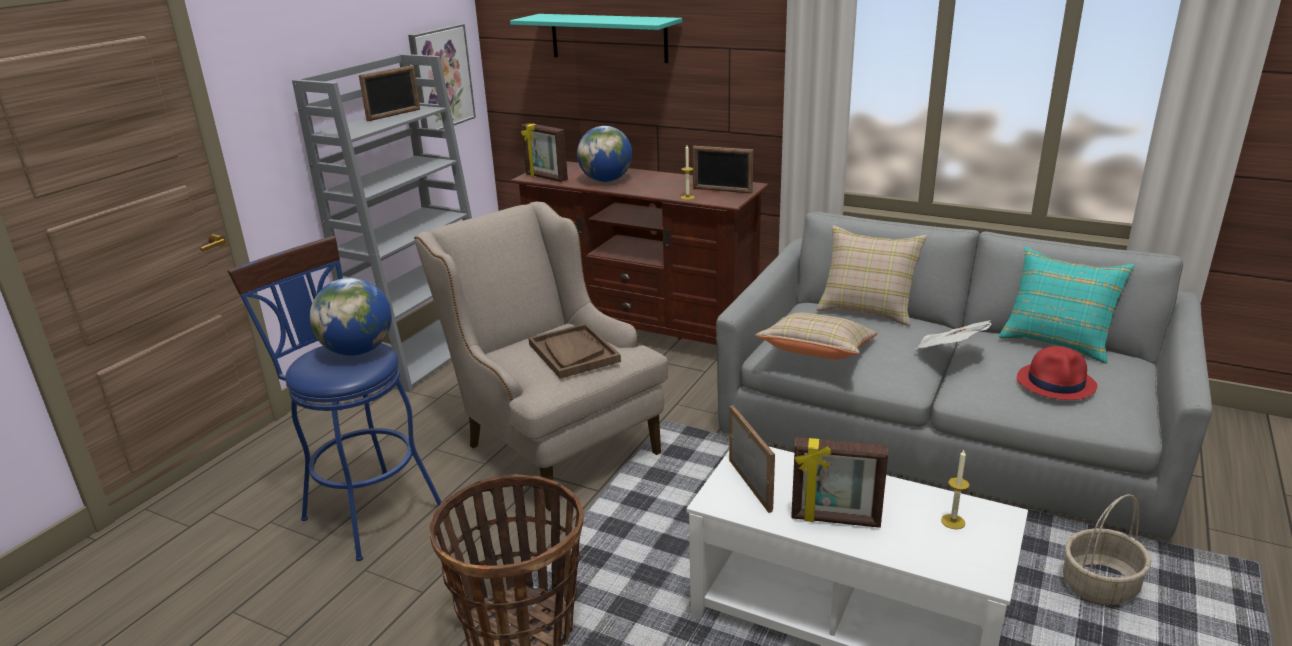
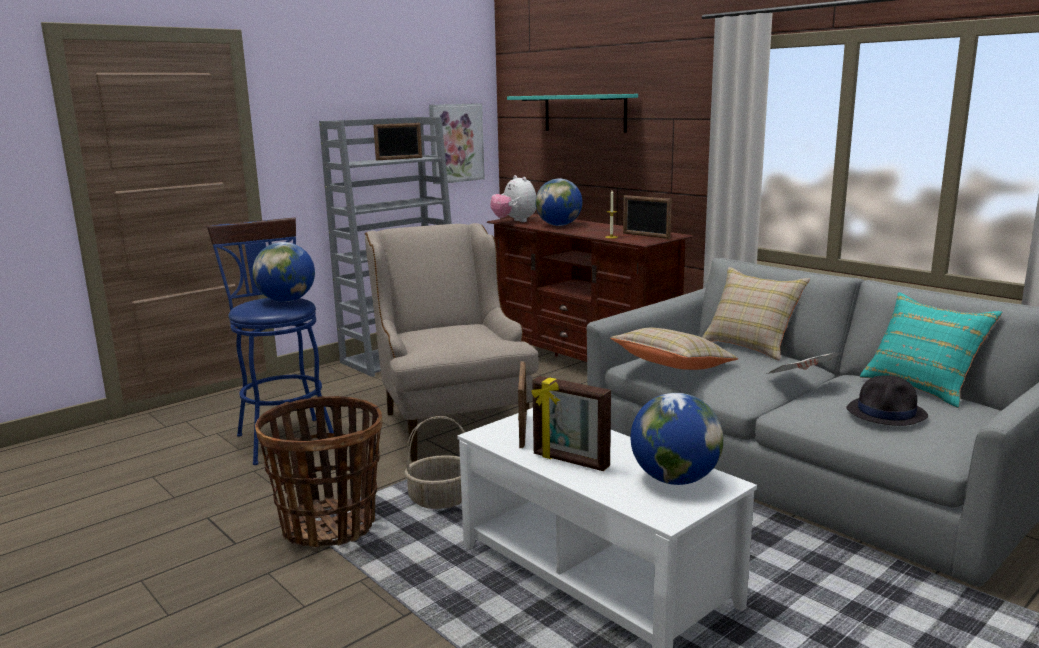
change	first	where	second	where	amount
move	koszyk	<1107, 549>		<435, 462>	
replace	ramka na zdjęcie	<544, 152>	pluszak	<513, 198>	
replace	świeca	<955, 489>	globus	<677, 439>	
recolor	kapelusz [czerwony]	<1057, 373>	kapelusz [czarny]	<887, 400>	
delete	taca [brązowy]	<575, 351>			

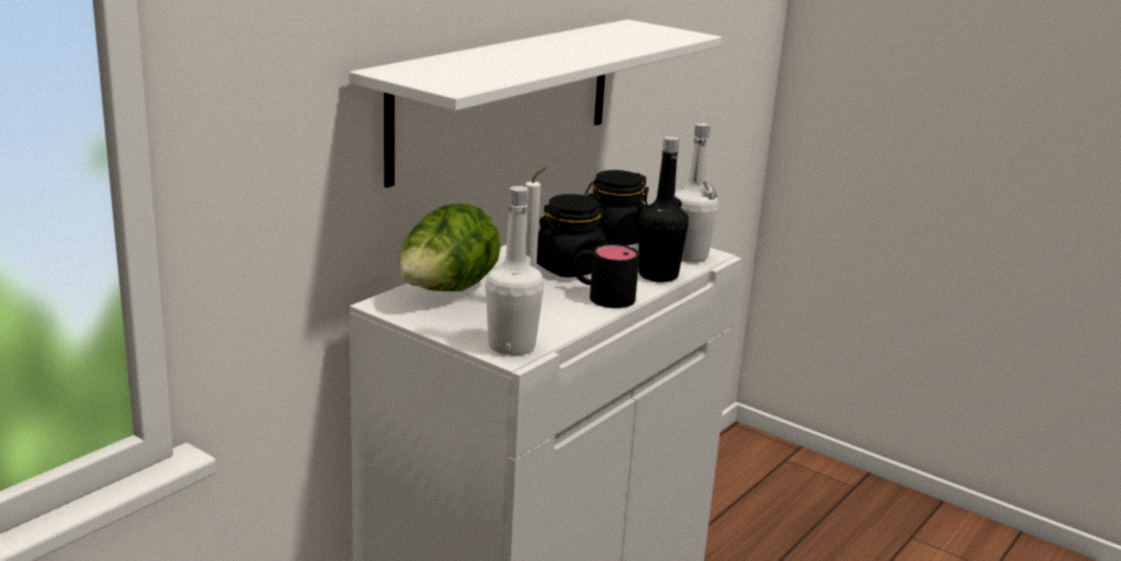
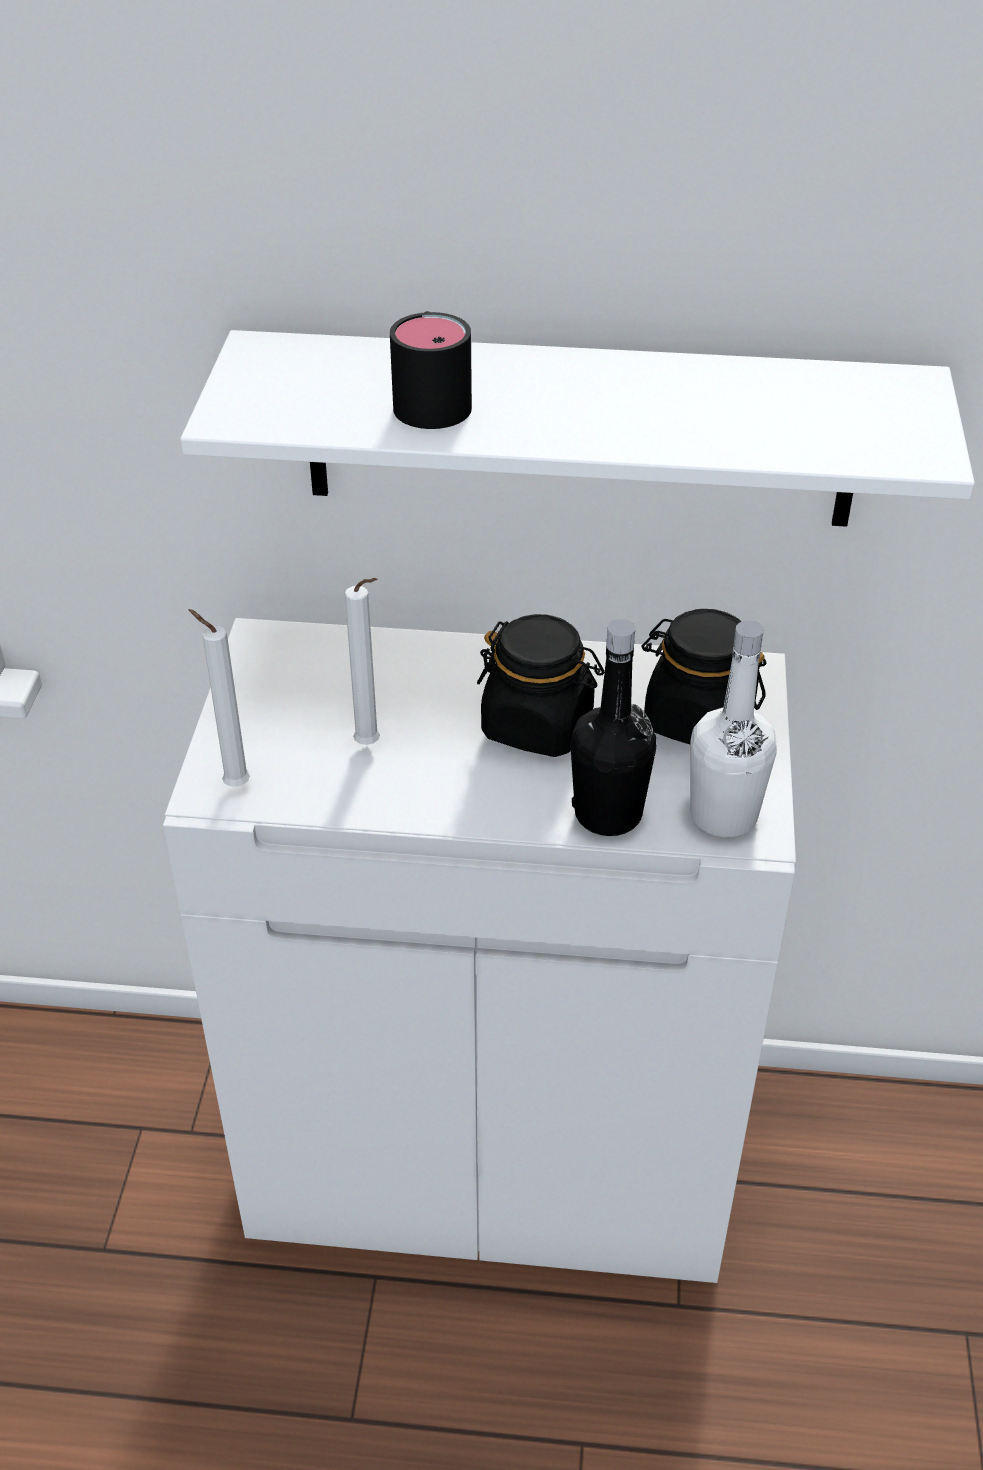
change	first	where	second	where	amount
replace	butelka [biały]	<514, 271>	świeca [biały]	<219, 698>	
move	kubek [czarny]	<606, 276>		<431, 370>	
delete	sałata	<450, 247>			

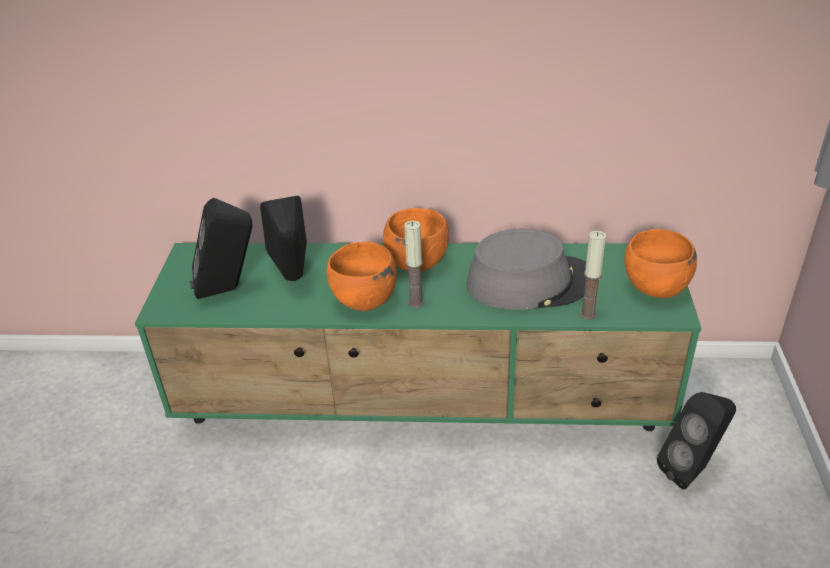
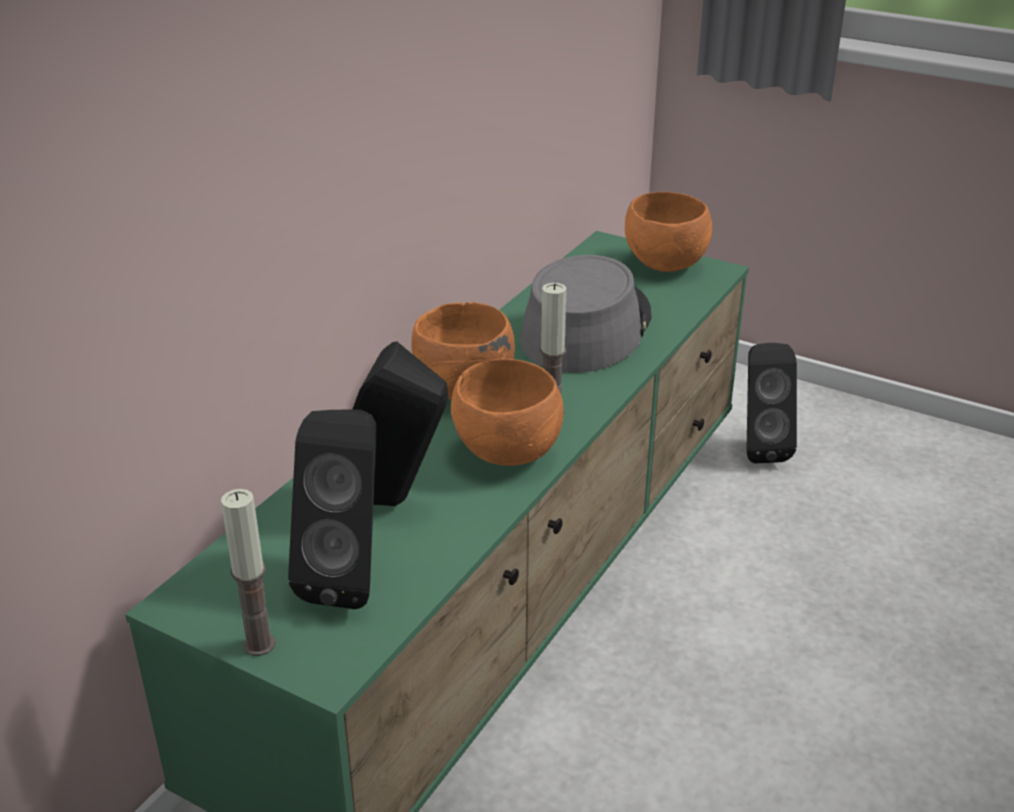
change	first	where	second	where	amount
move	świeca	<593, 275>		<248, 572>	

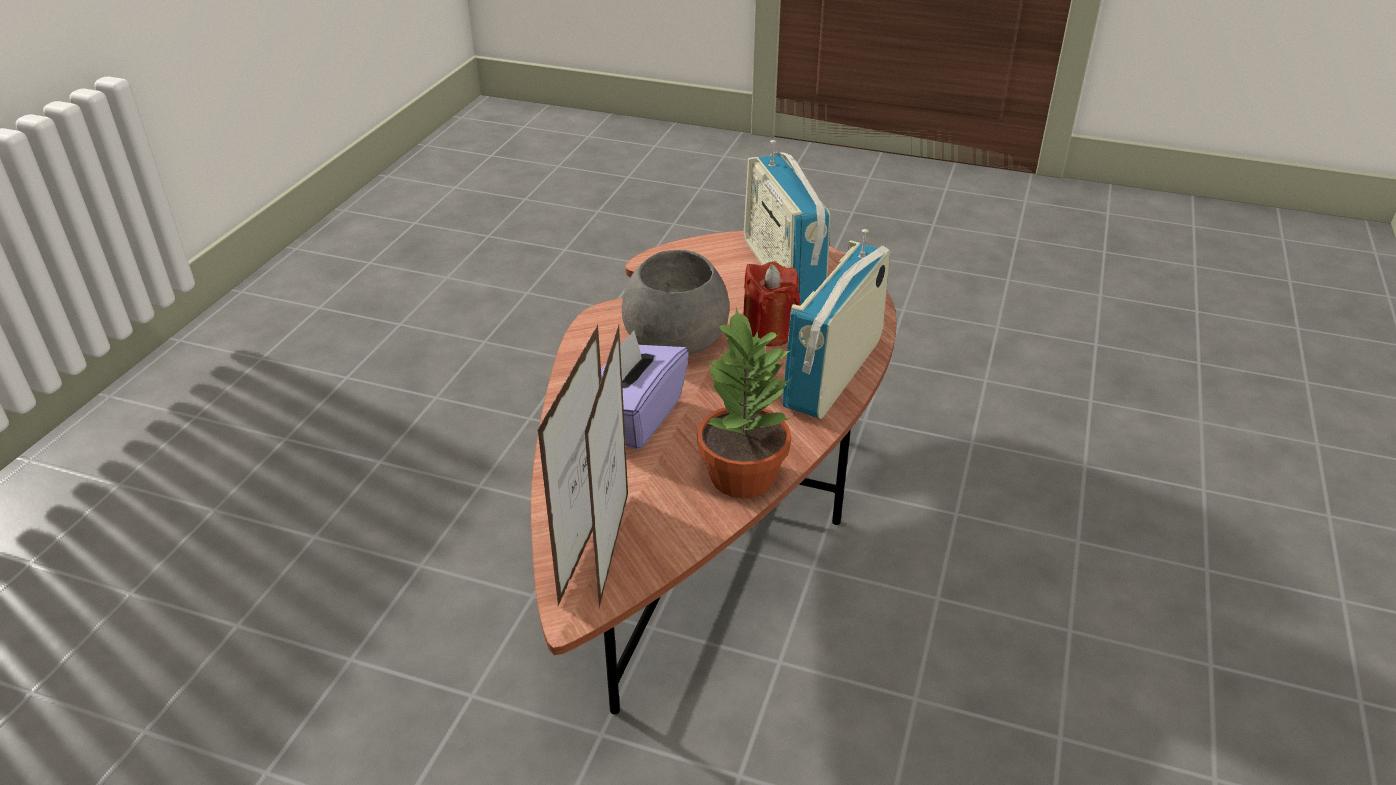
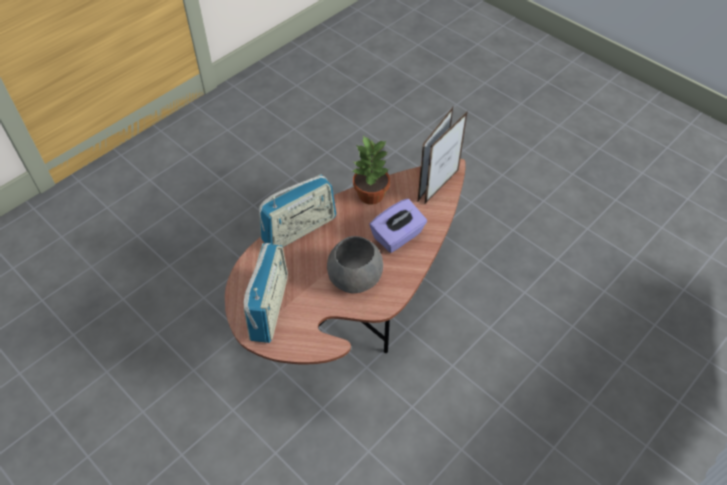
change	first	where	second	where	amount
delete	świeca [czerwony]	<771, 304>			

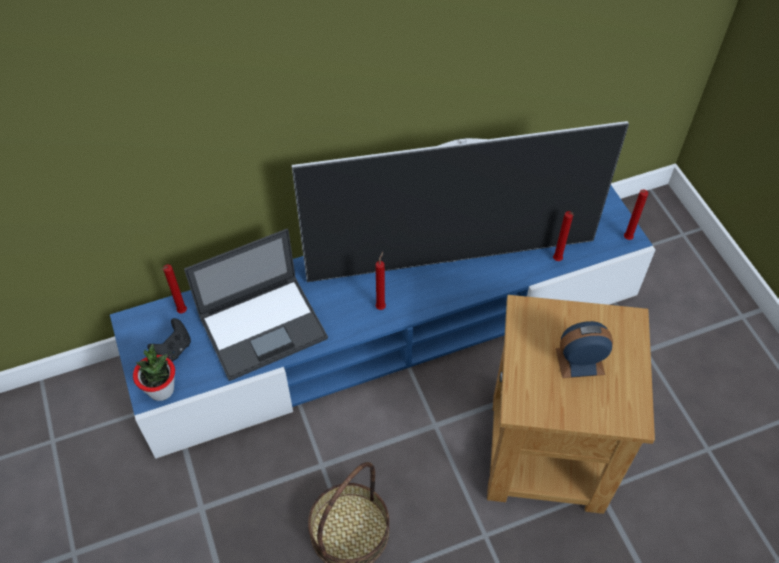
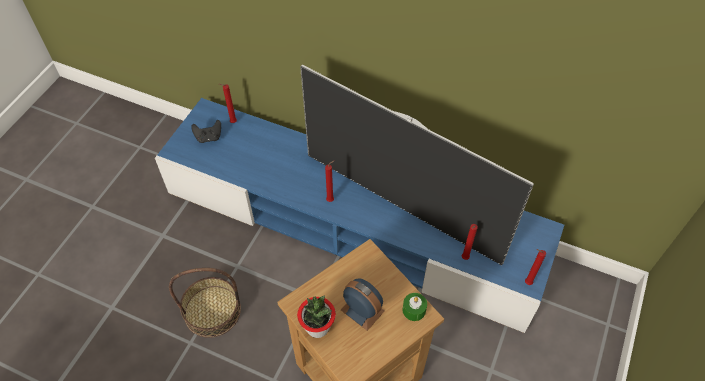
change	first	where	second	where	amount
move	roślina doniczkowa	<154, 372>		<316, 316>	
insert			świeca [zielony]	<415, 307>	
delete	laptop	<256, 305>			

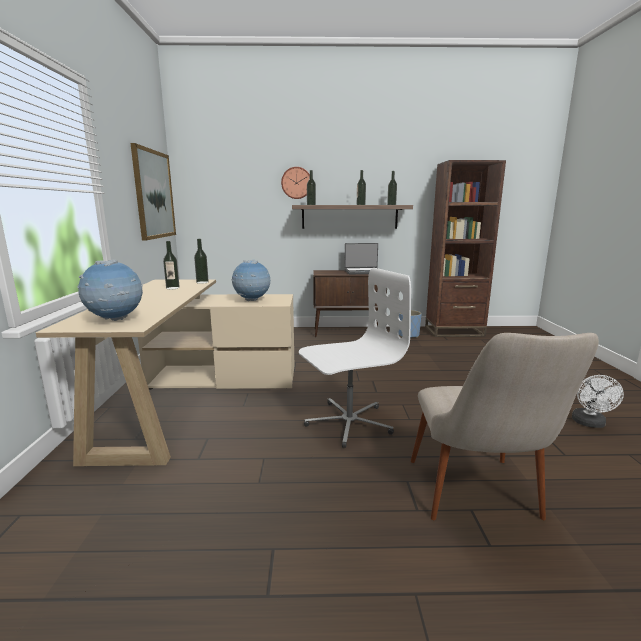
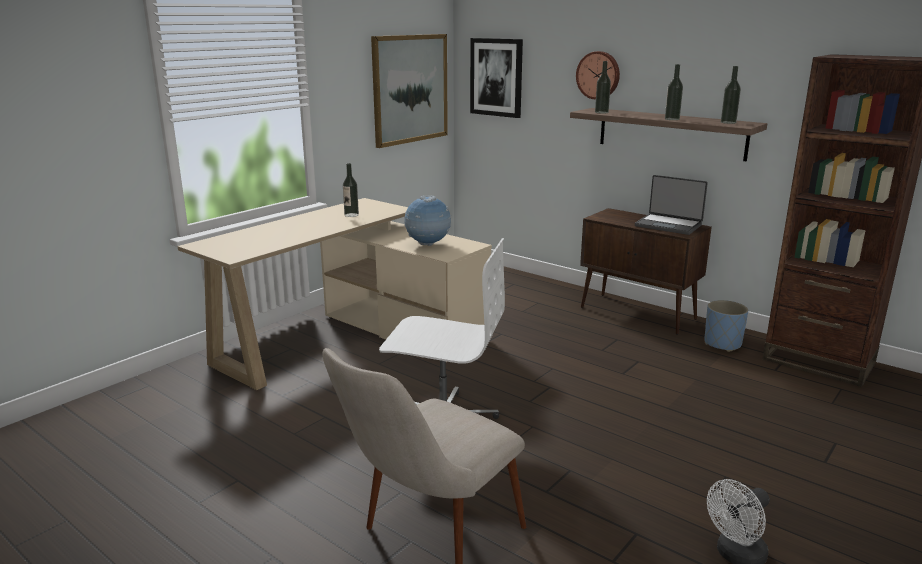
change	first	where	second	where	amount
insert			obraz	<496, 78>	
delete	globus	<110, 290>			
delete	butelka	<201, 261>			

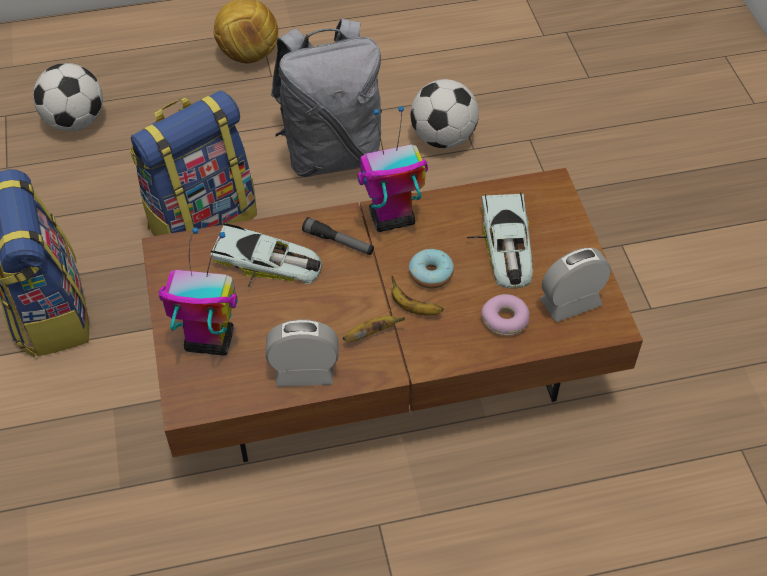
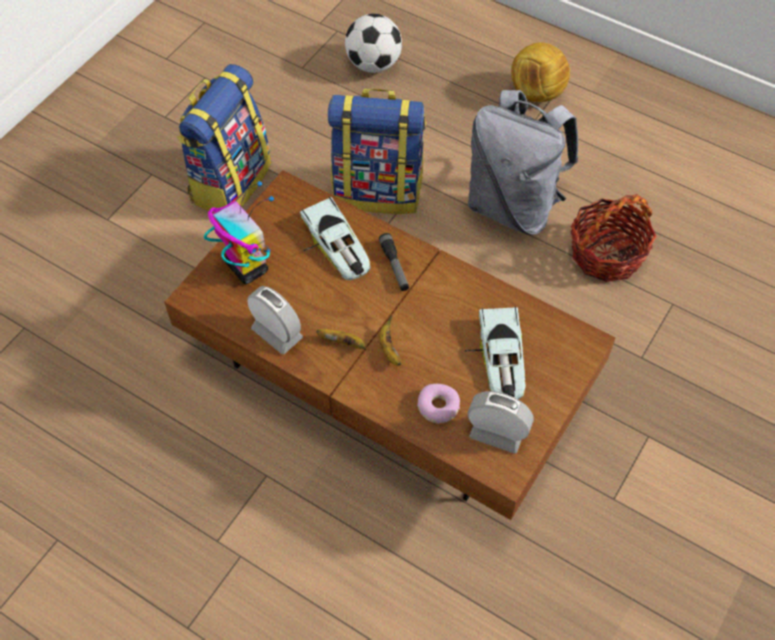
change	first	where	second	where	amount
rotate	samochodzik	<500, 240>		<495, 352>	45 degrees counterclockwise
replace	piłka futbolowa	<444, 113>	koszyk	<614, 238>	
delete	robot zabawkowy	<392, 169>			
delete	donut	<431, 268>			

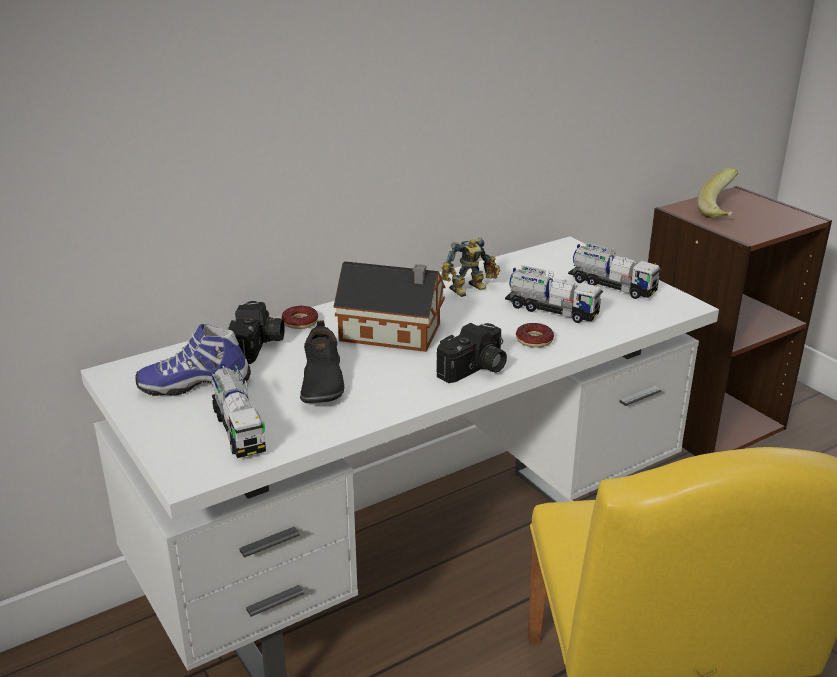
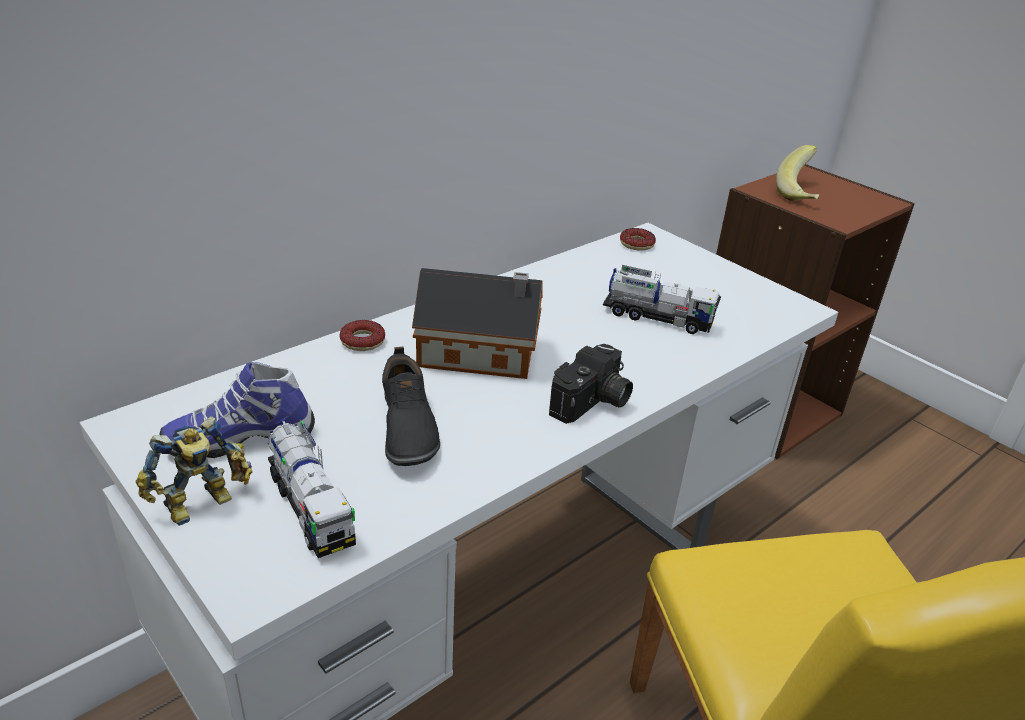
change	first	where	second	where	amount
move	robot zabawkowy	<470, 267>		<194, 471>	
move	donut	<535, 335>		<638, 239>	
delete	aparat fotograficzny	<256, 332>			
delete	ciężarówka zabawkowa	<614, 270>			

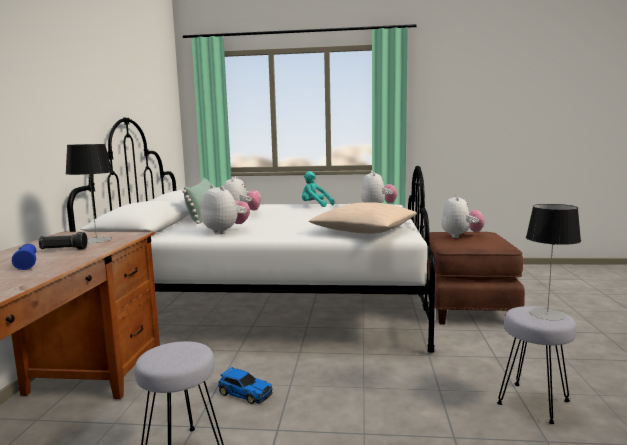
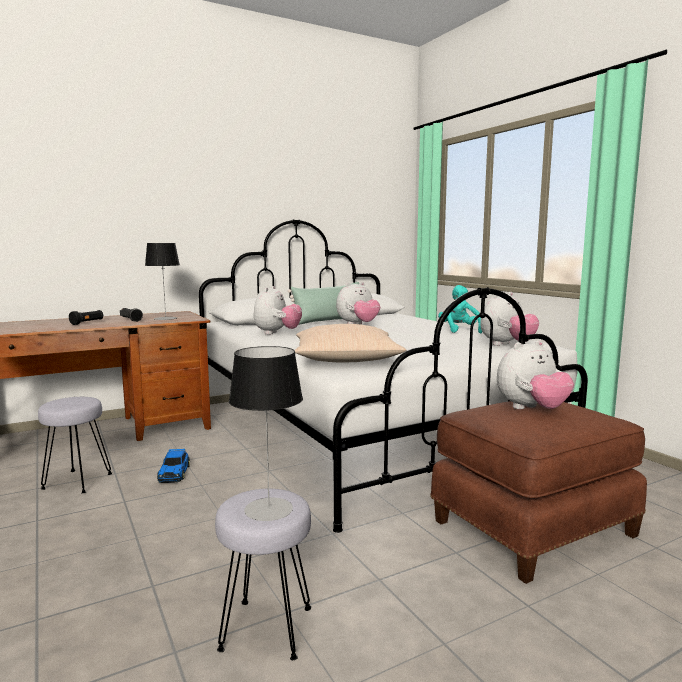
change	first	where	second	where	amount
recolor	latarka [niebieski]	<24, 257>	latarka [czarny]	<86, 317>	

